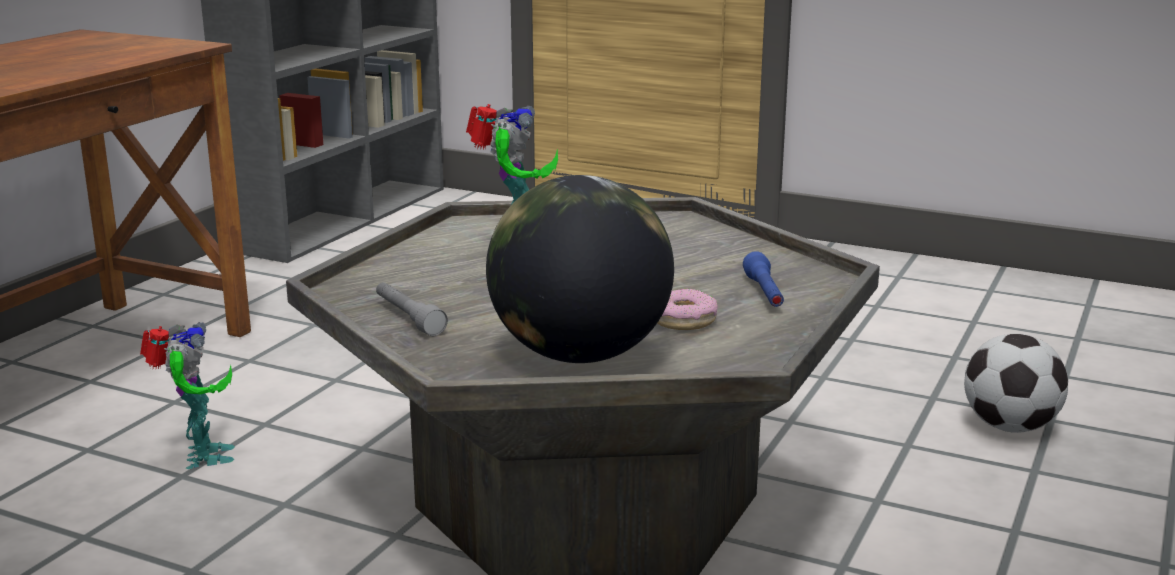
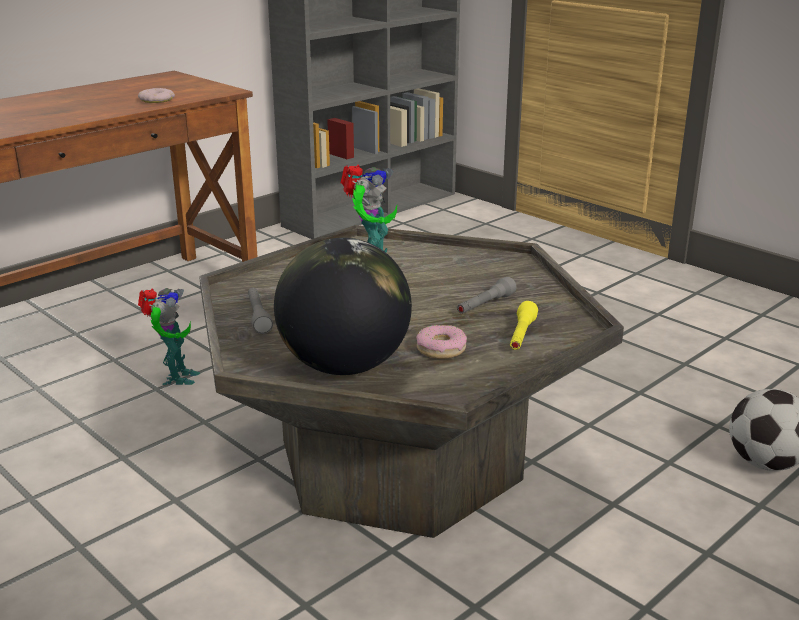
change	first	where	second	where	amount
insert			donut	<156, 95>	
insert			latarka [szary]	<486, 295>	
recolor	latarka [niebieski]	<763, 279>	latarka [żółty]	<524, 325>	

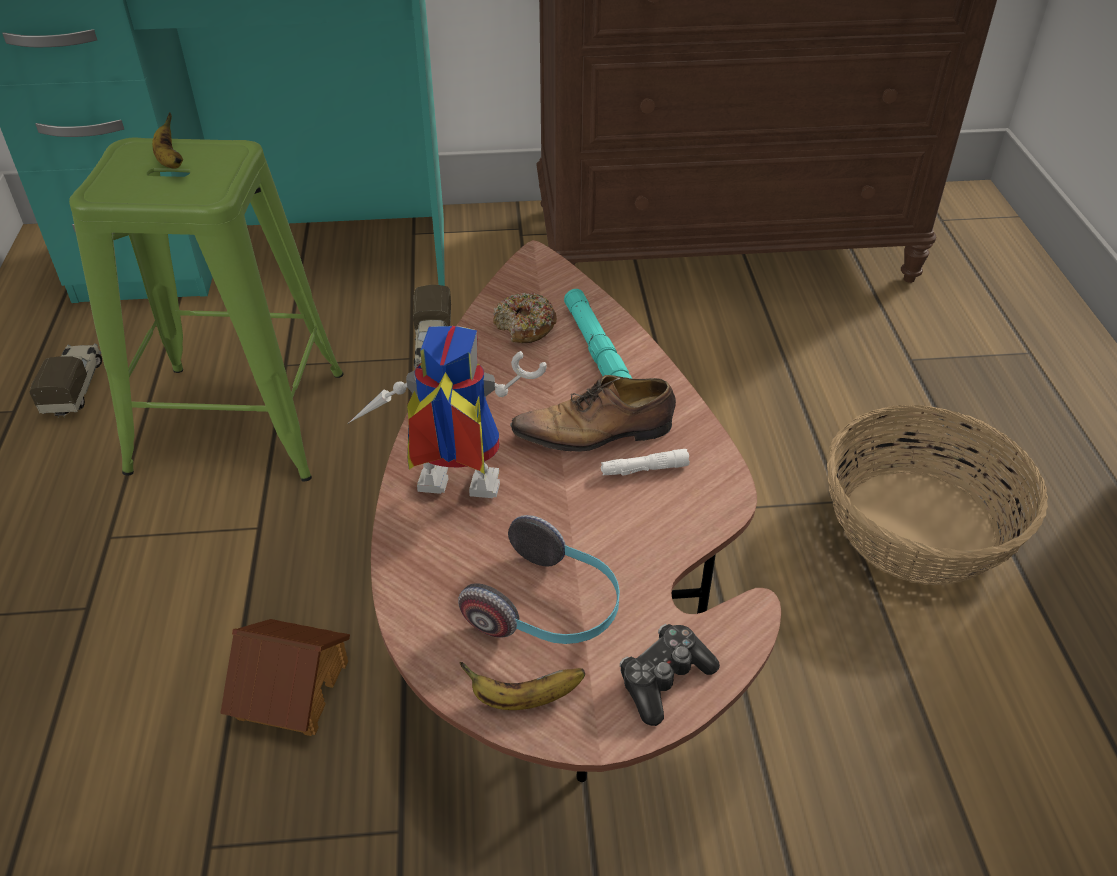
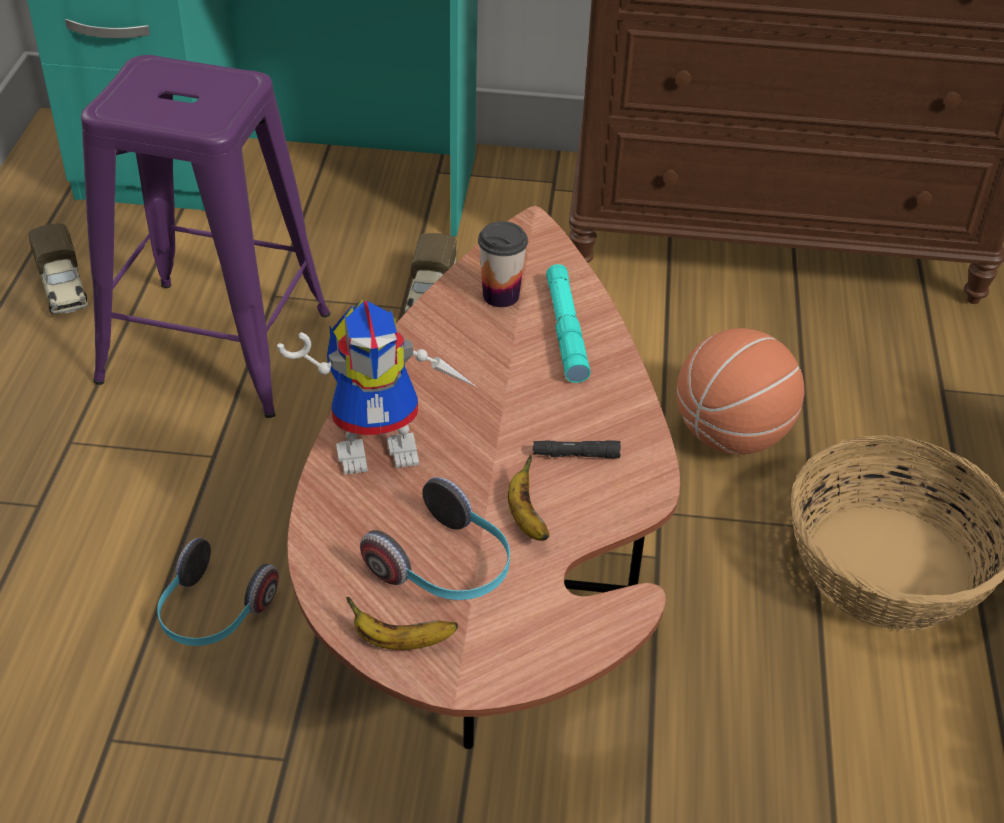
change	first	where	second	where	amount
rotate	ciężarówka zabawkowa	<66, 380>		<58, 269>	150 degrees clockwise
recolor	stołek [zielony]	<206, 309>	stołek [fioletowy]	<205, 236>	
replace	domek	<285, 677>	słuchawki	<218, 592>	
rotate	robot zabawkowy	<448, 412>		<377, 387>	150 degrees clockwise
replace	donut	<525, 317>	filiżanka	<503, 264>	
move	banan	<167, 140>		<529, 497>	
recolor	latarka [biały]	<645, 462>	latarka [czarny]	<577, 449>	
insert			piłka do koszykówki	<740, 391>	
delete	but	<593, 413>			
delete	pad do gier	<670, 675>			

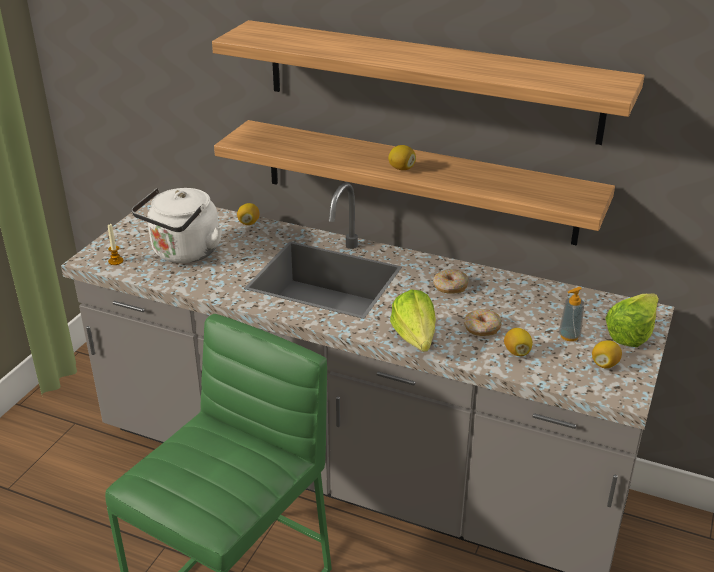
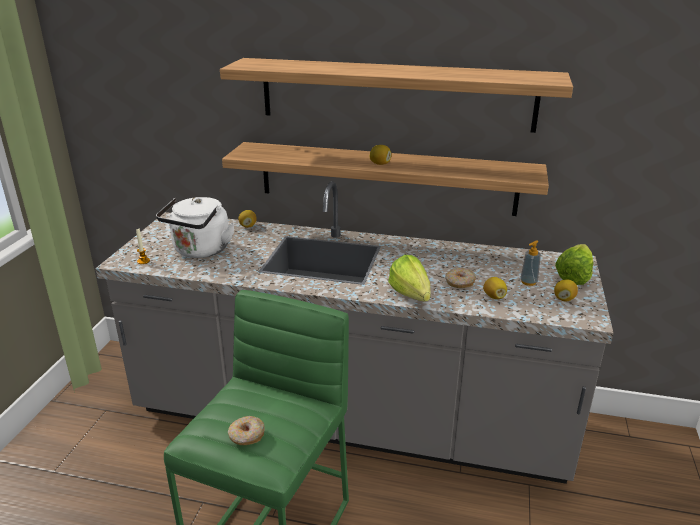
change	first	where	second	where	amount
move	donut	<450, 281>		<246, 430>	

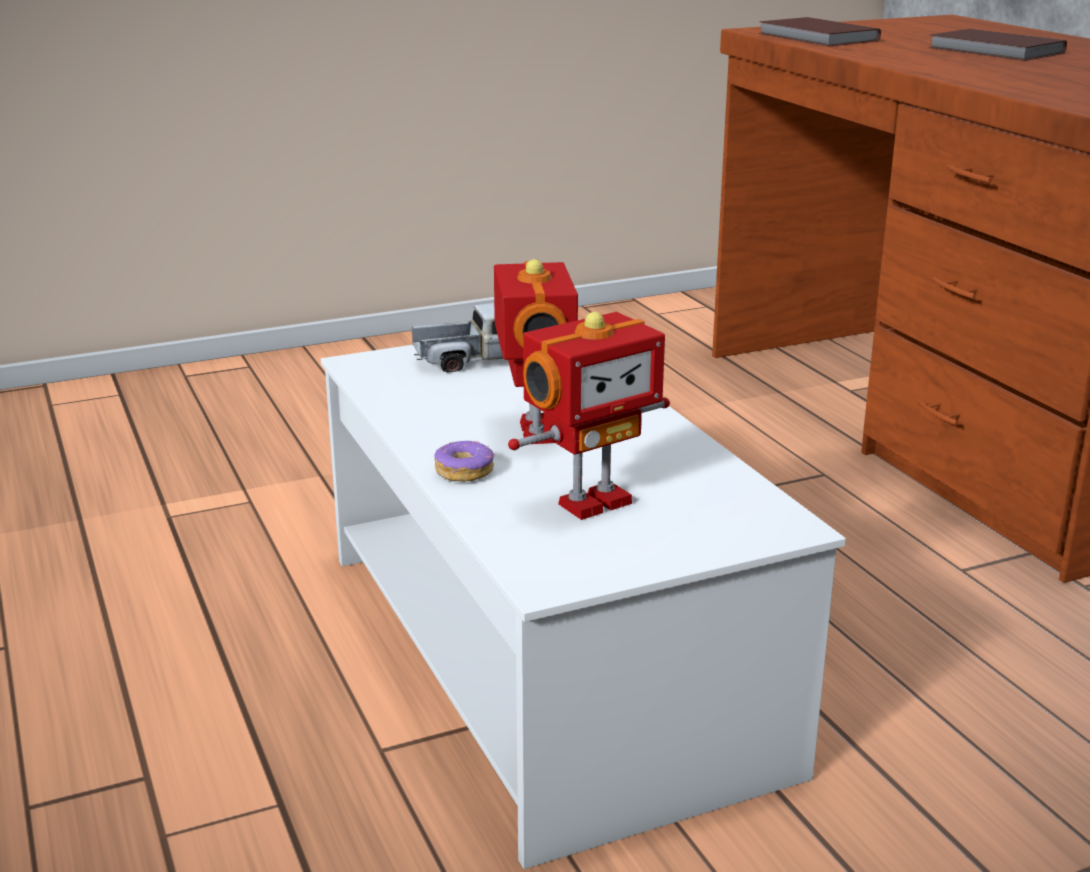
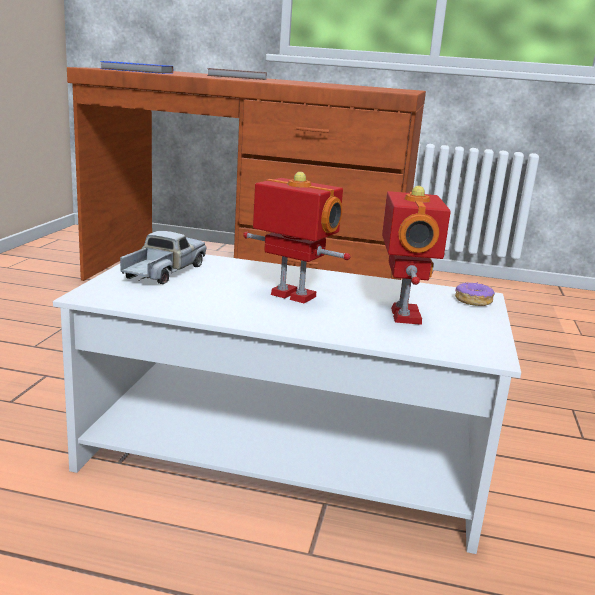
change	first	where	second	where	amount
recolor	książka [brązowy]	<820, 31>	książka [niebieski]	<137, 67>	
move	donut	<464, 461>		<475, 294>	

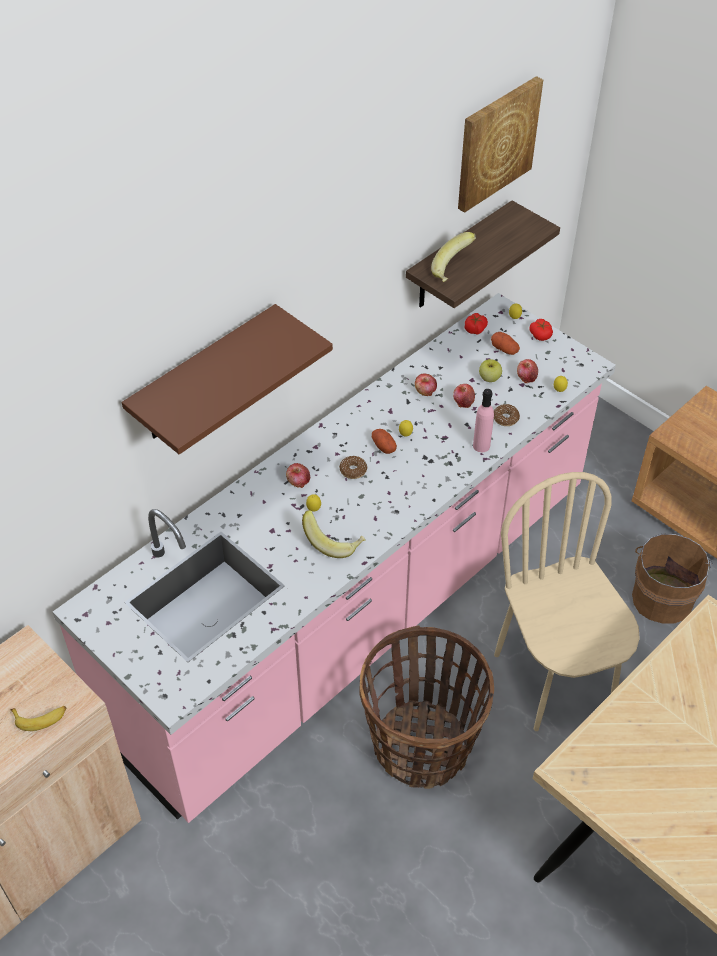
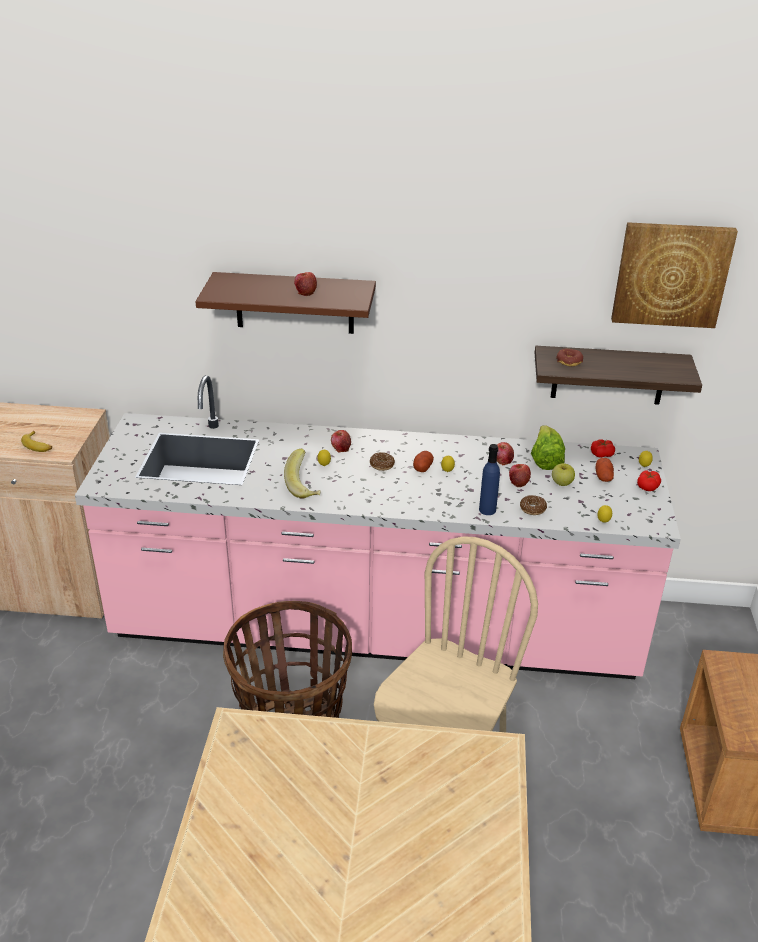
change	first	where	second	where	amount
move	jabłko	<527, 371>		<305, 284>	
recolor	butelka [różowy]	<483, 420>	butelka [niebieski]	<489, 479>	
insert			sałata	<548, 447>	
replace	banan	<453, 257>	donut	<569, 357>	
delete	wiadro [brązowy]	<673, 578>			

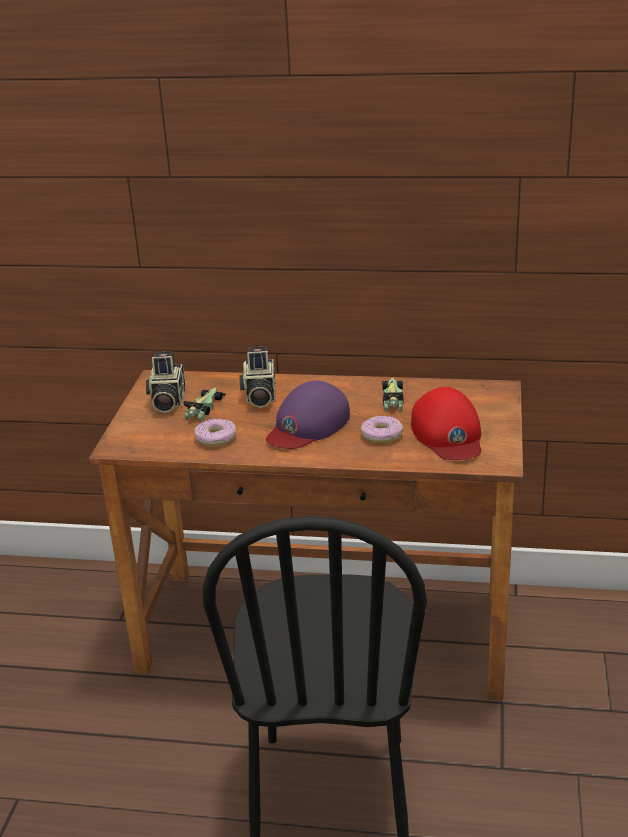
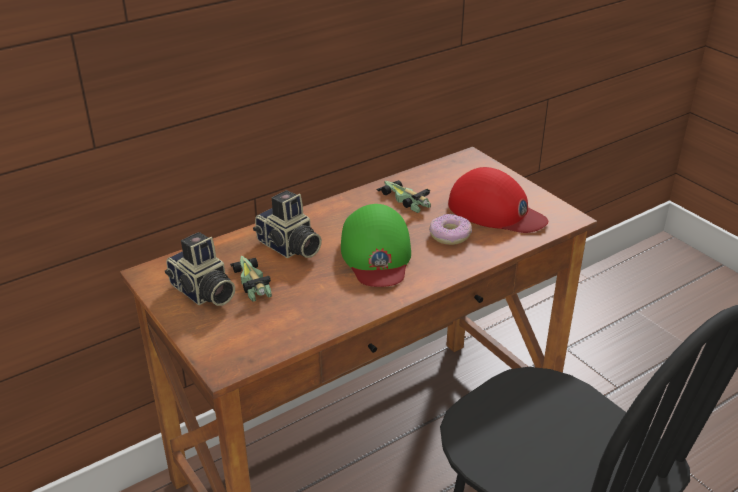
change	first	where	second	where	amount
recolor	czapka z daszkiem [fioletowy]	<308, 414>	czapka z daszkiem [zielony]	<376, 245>	
delete	donut	<215, 432>			

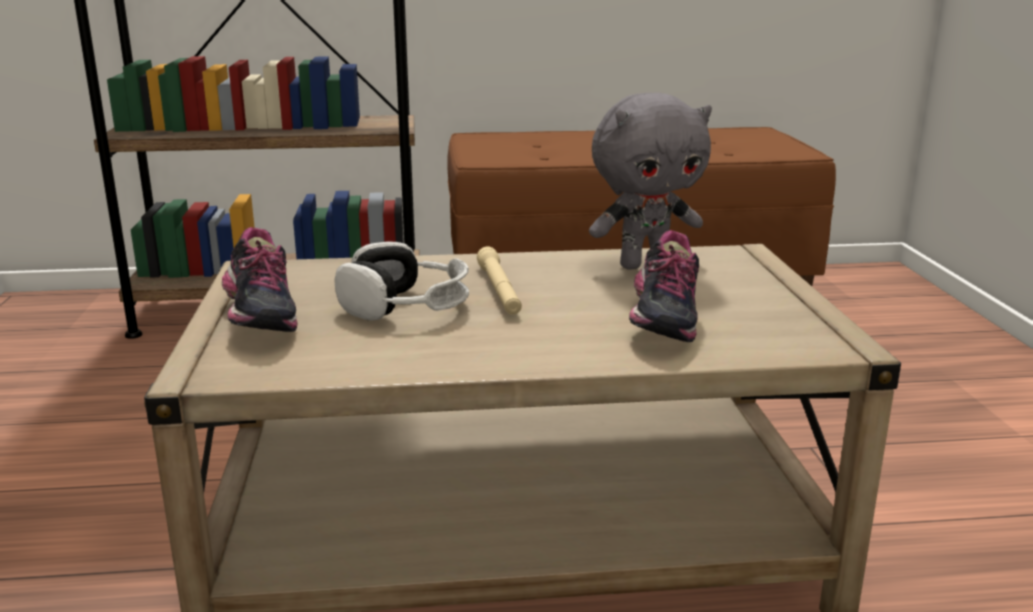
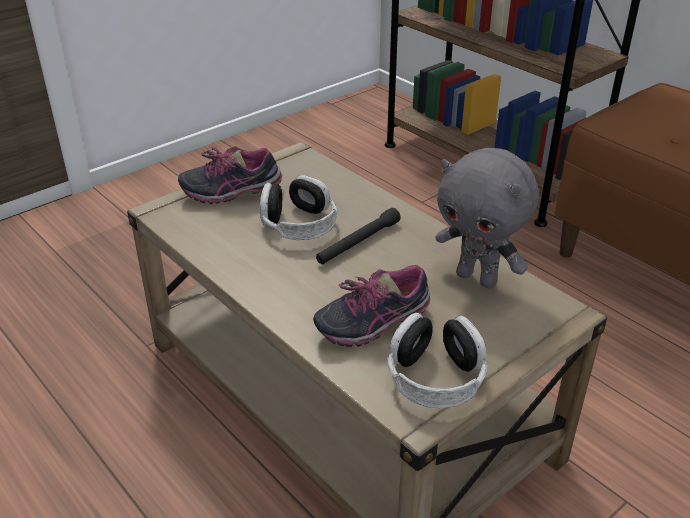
change	first	where	second	where	amount
rotate	but	<260, 279>		<230, 175>	45 degrees clockwise
recolor	latarka [beżowy]	<499, 280>	latarka [czarny]	<358, 236>	
insert			słuchawki	<437, 361>	

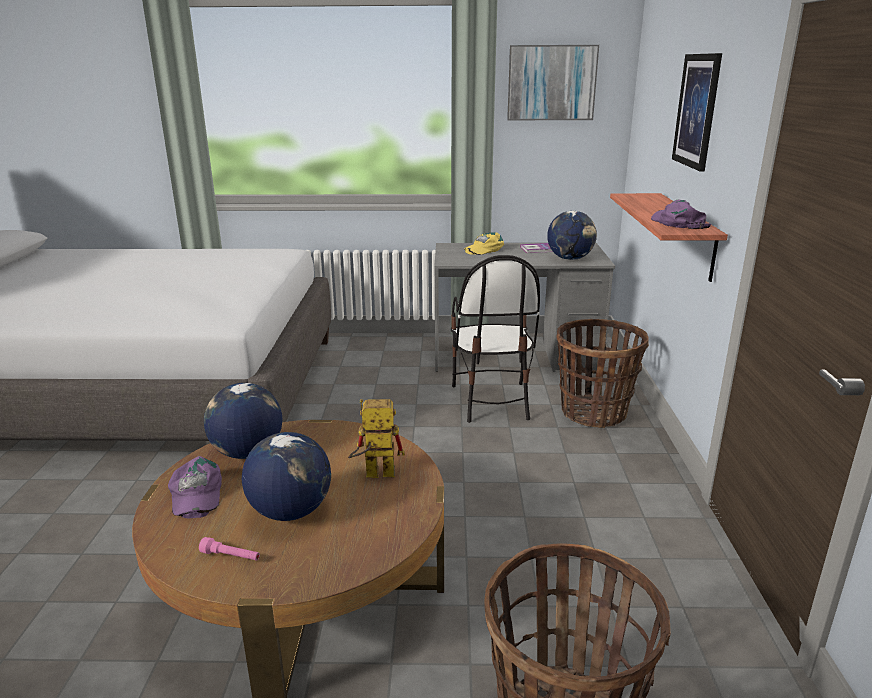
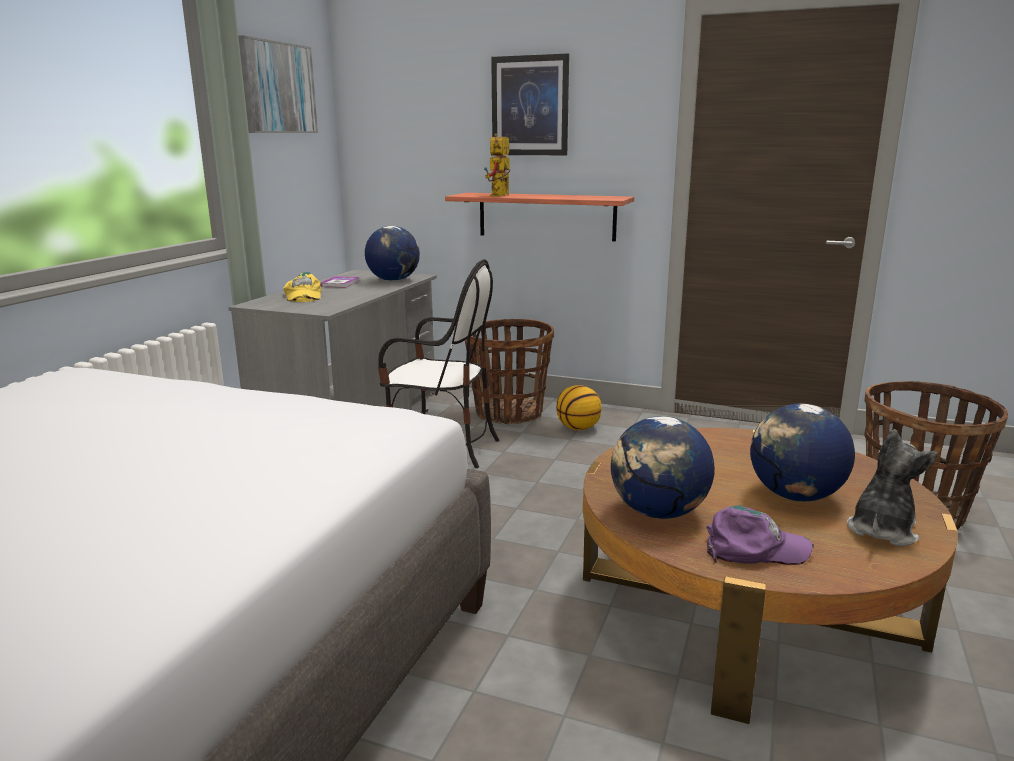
change	first	where	second	where	amount
move	robot zabawkowy	<376, 438>		<497, 165>	
insert			piłka do koszykówki	<579, 407>	
replace	latarka [różowy]	<229, 549>	pluszak	<892, 487>	
delete	czapka z daszkiem [fioletowy]	<681, 214>			

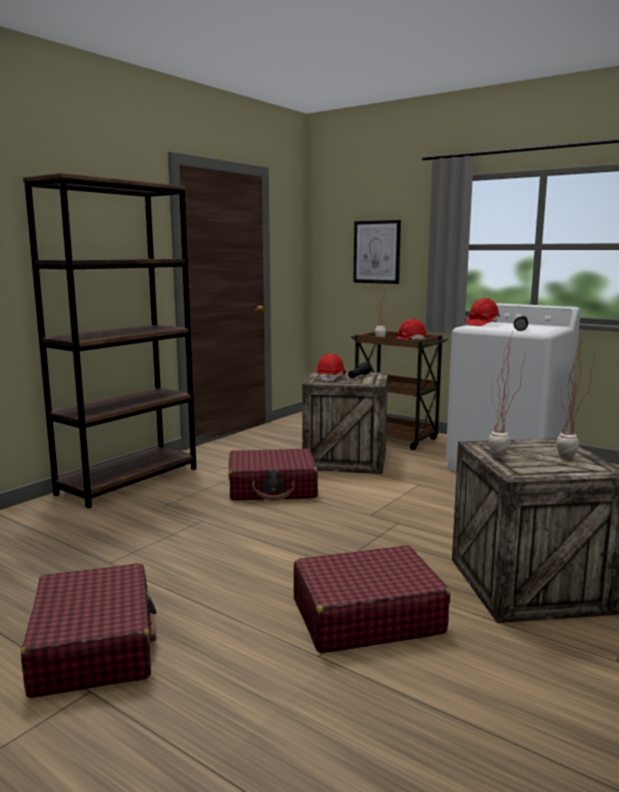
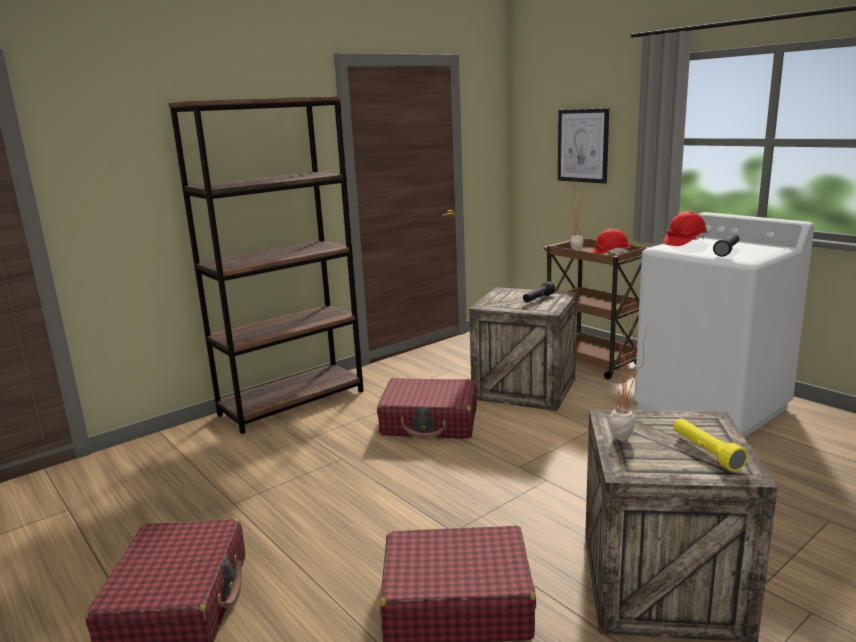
change	first	where	second	where	amount
replace	roślina doniczkowa	<575, 398>	latarka [żółty]	<710, 445>	
delete	kask [czerwony]	<331, 368>			

